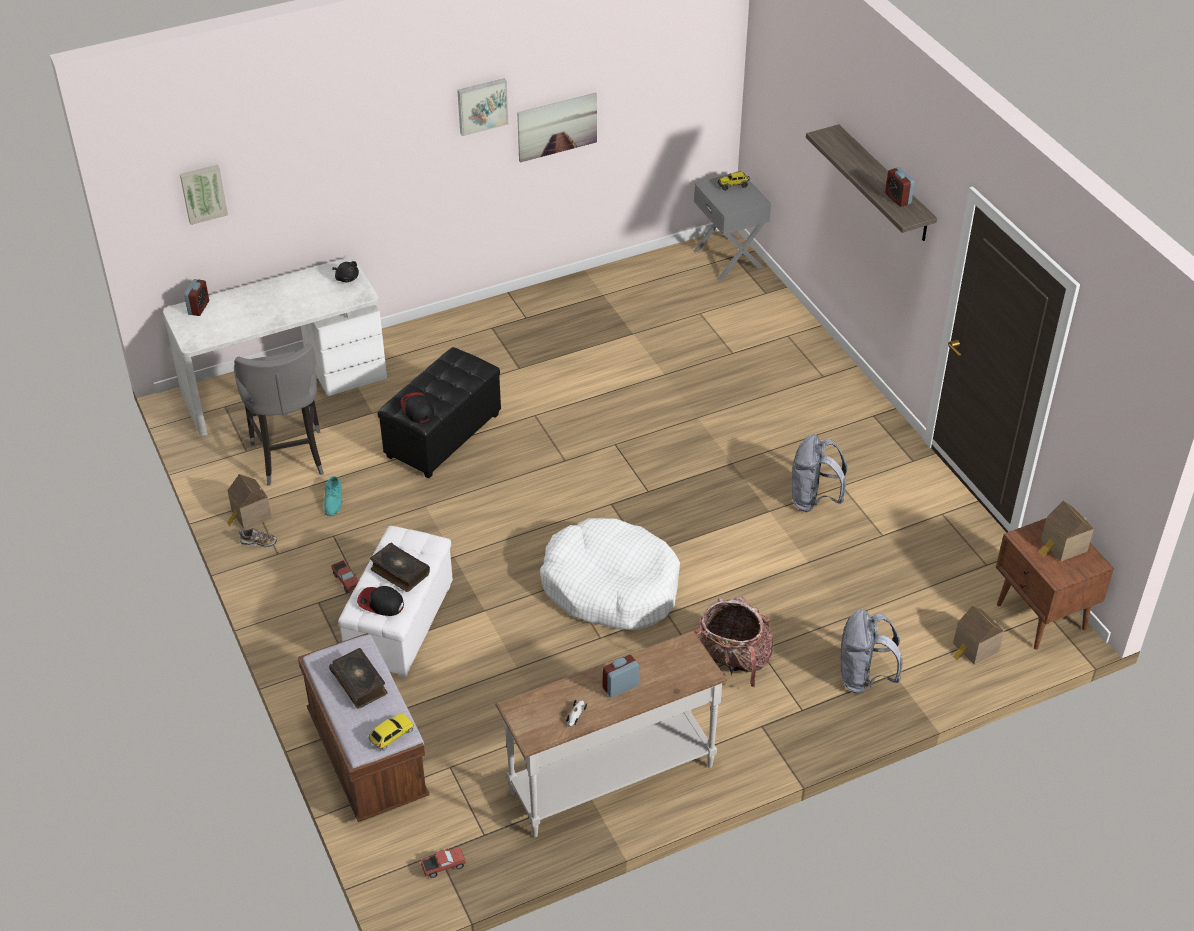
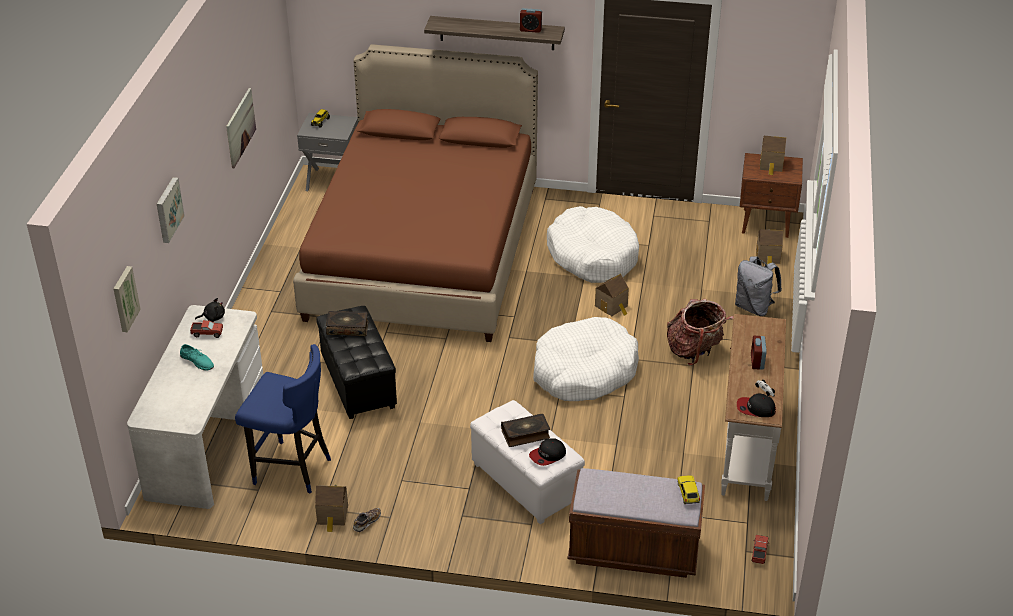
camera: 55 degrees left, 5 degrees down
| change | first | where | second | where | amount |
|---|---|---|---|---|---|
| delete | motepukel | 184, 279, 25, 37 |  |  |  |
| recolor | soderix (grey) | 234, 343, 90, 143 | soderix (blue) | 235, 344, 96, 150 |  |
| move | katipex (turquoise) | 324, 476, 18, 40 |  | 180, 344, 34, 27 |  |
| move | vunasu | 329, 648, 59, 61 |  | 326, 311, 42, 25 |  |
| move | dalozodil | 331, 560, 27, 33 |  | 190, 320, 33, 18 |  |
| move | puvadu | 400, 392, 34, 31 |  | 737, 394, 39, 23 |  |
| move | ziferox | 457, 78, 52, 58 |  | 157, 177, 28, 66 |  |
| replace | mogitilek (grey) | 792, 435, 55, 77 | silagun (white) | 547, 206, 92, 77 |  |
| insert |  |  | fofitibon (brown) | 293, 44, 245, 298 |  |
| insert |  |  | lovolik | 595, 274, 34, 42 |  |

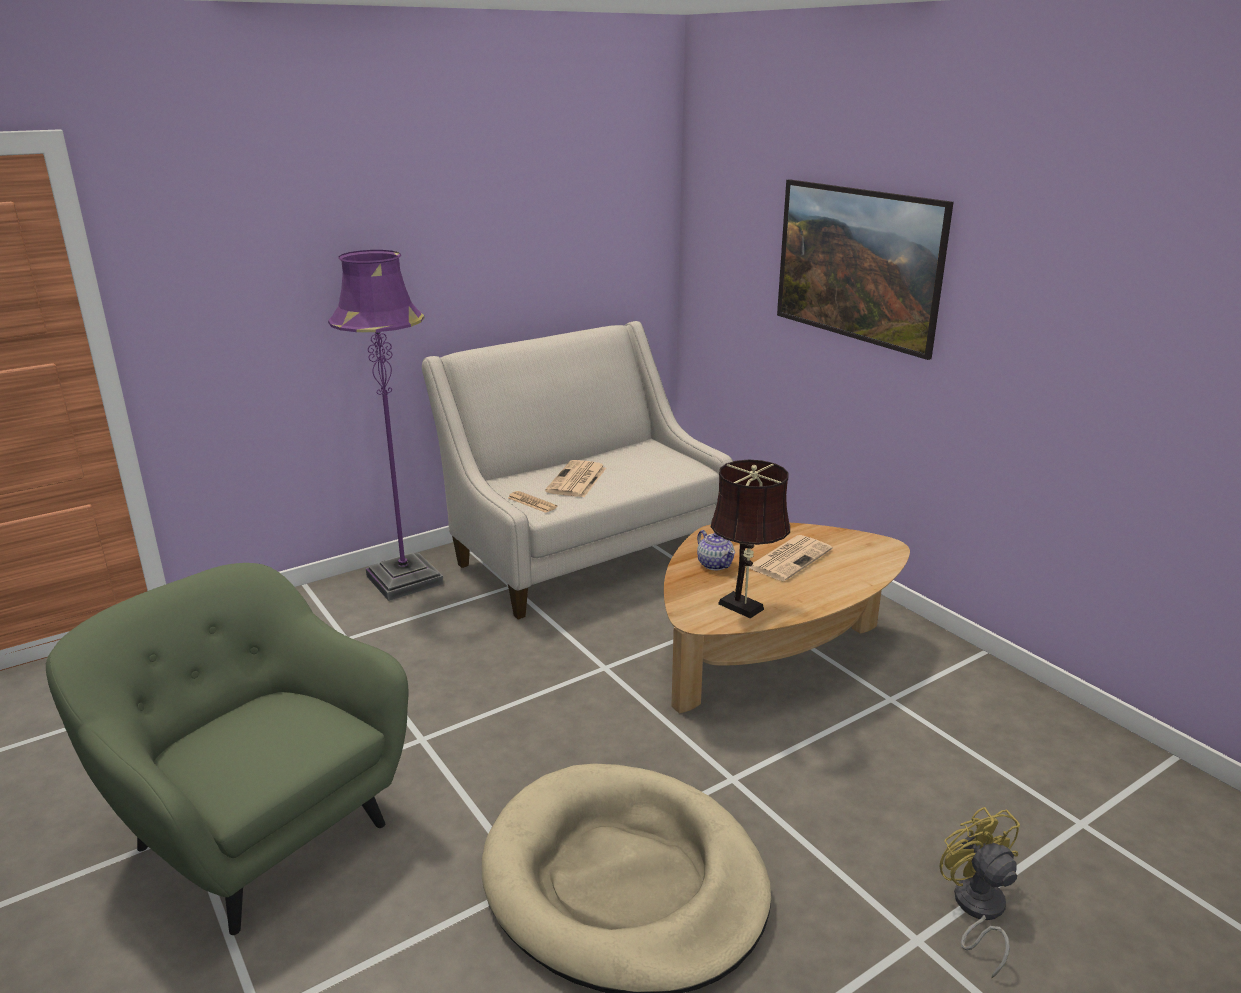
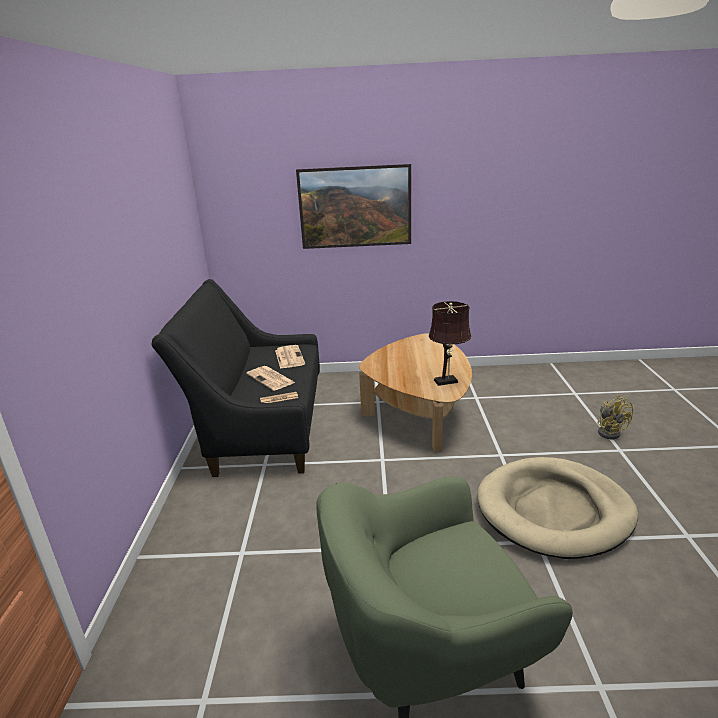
camera: 55 degrees left, 0 degrees up
| change | first | where | second | where | amount |
|---|---|---|---|---|---|
| delete | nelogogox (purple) | 328, 250, 116, 351 |  |  |  |
| recolor | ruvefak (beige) | 422, 321, 311, 299 | ruvefak (black) | 151, 279, 169, 198 |  |
| delete | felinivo | 697, 530, 38, 40 |  |  |  |
| move | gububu | 749, 535, 84, 46 |  | 275, 345, 30, 24 |  |
| rotate | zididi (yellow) | 939, 807, 81, 171 |  | 598, 395, 36, 44 | 120 degrees counterclockwise |

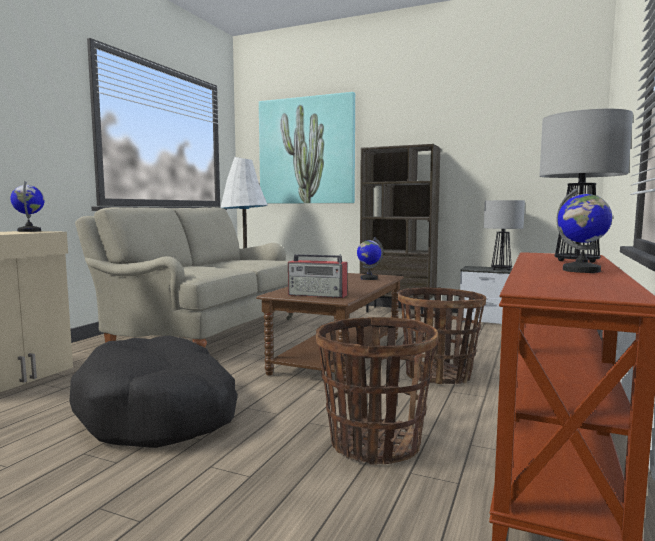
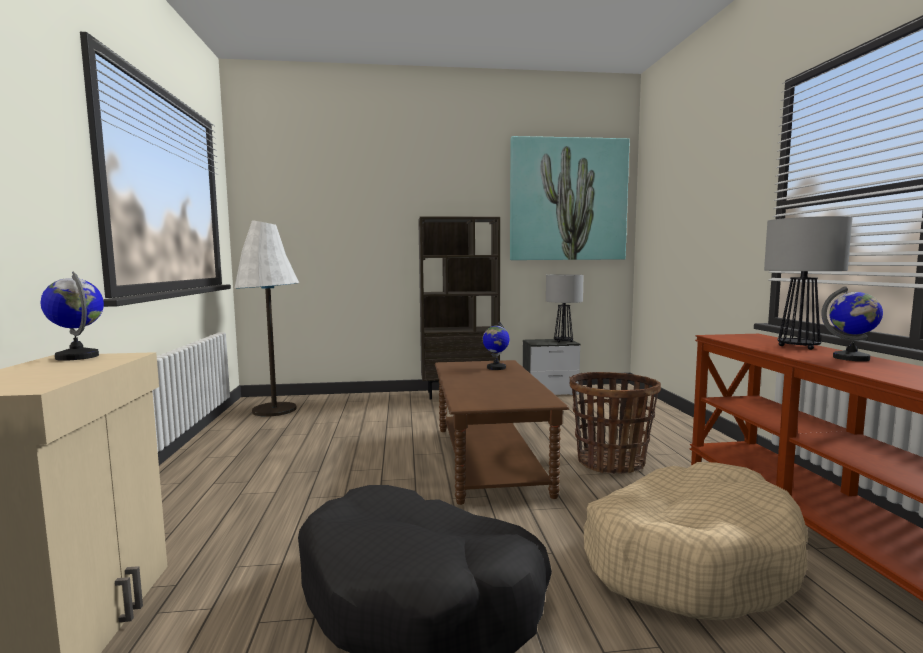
camera: 30 degrees left, 0 degrees up
| change | first | where | second | where | amount |
|---|---|---|---|---|---|
| delete | ruvefak (beige) | 75, 207, 219, 141 |  |  |  |
| move | ziferox | 259, 92, 96, 112 |  | 510, 136, 120, 124 |  |
| delete | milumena | 288, 254, 59, 44 |  |  |  |
| replace | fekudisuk | 316, 317, 123, 147 | silagun (beige) | 584, 462, 224, 158 |  |

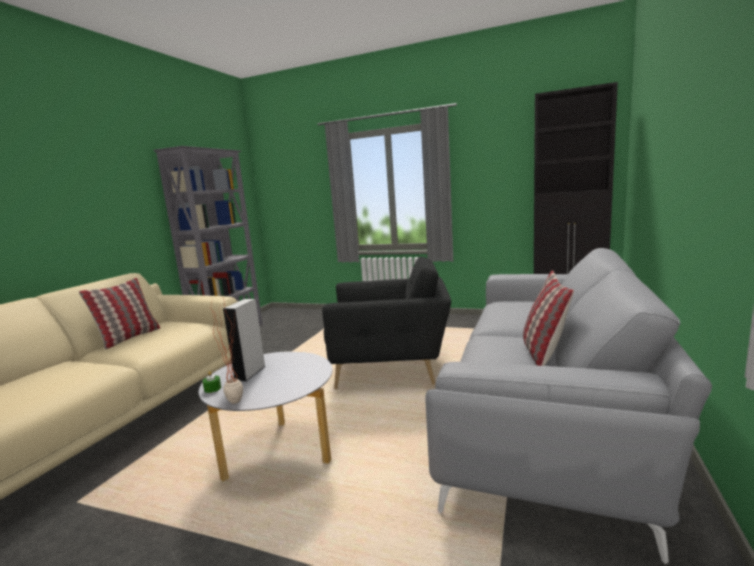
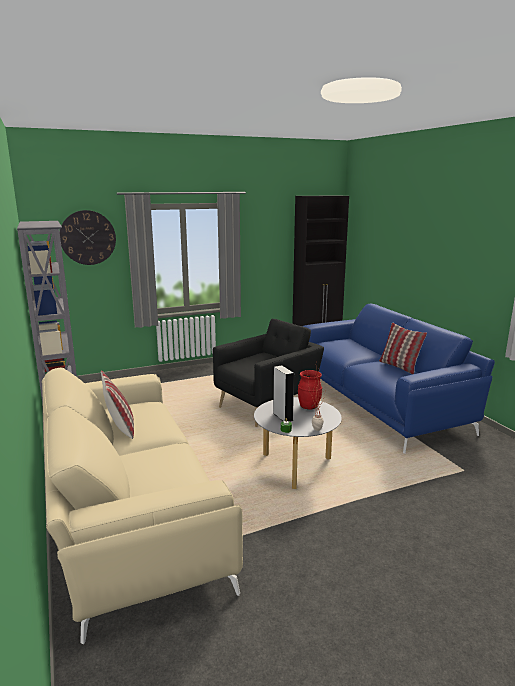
camera: 45 degrees left, 5 degrees up
| change | first | where | second | where | amount |
|---|---|---|---|---|---|
| recolor | ruvefak (grey) | 425, 248, 287, 316 | ruvefak (blue) | 303, 304, 192, 149 |  |
| insert |  |  | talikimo | 60, 210, 56, 55 |  |
| insert |  |  | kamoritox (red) | 298, 370, 24, 40 |  |

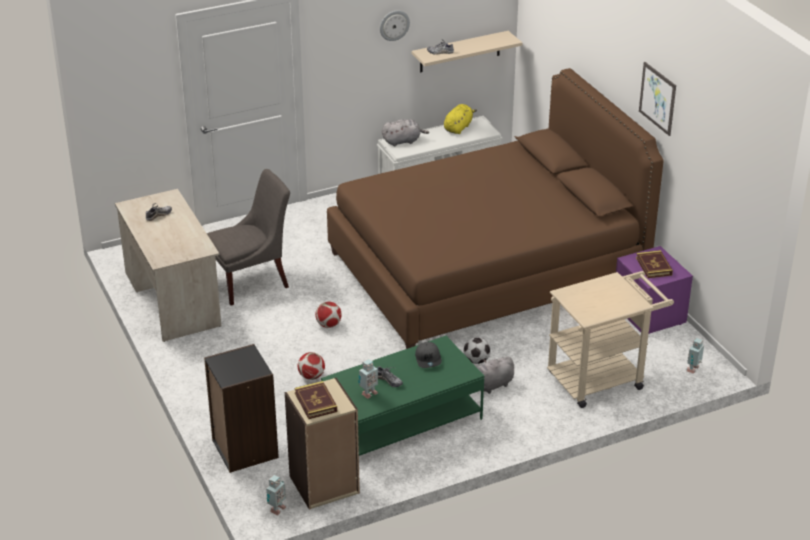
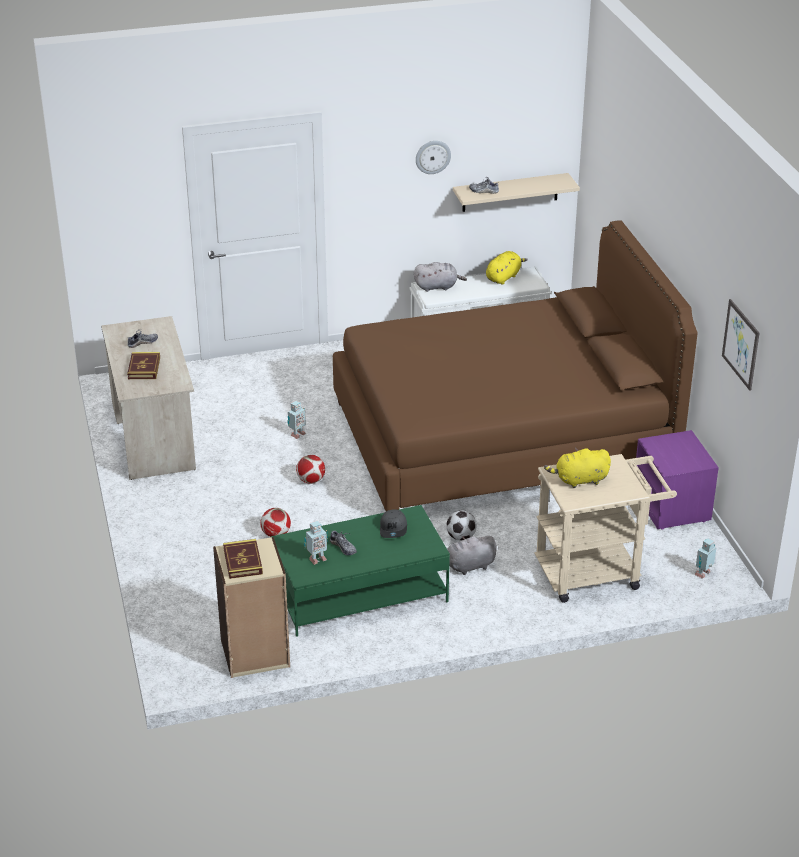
camera: 10 degrees right, 0 degrees up
| change | first | where | second | where | amount |
|---|---|---|---|---|---|
| delete | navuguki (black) | 204, 344, 75, 129 |  |  |  |
| delete | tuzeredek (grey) | 207, 169, 83, 136 |  |  |  |
| move | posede | 266, 475, 20, 40 |  | 287, 401, 19, 38 |  |
| move | vunasu | 636, 250, 37, 28 |  | 127, 352, 33, 27 |  |
| move | ziferox | 639, 62, 37, 74 |  | 722, 299, 37, 92 |  |
| insert |  |  | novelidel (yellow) | 544, 448, 67, 40 |  |

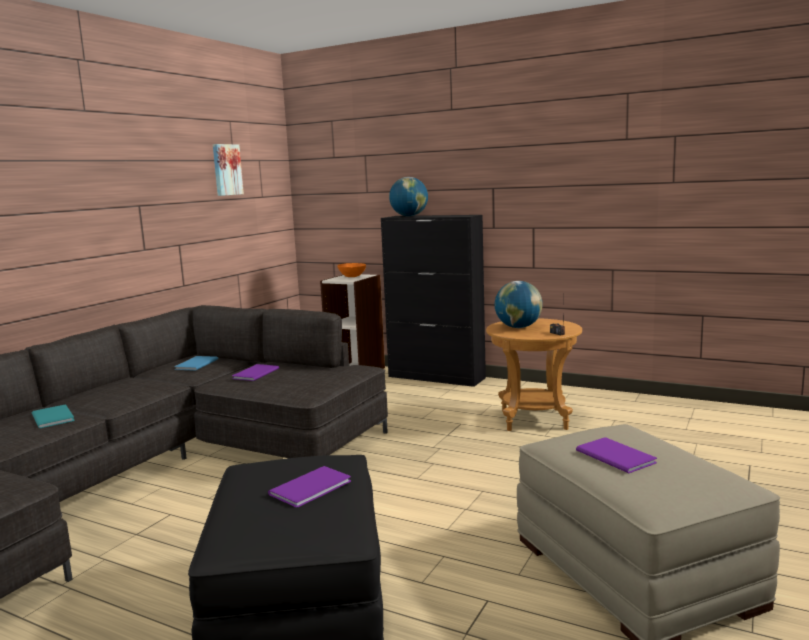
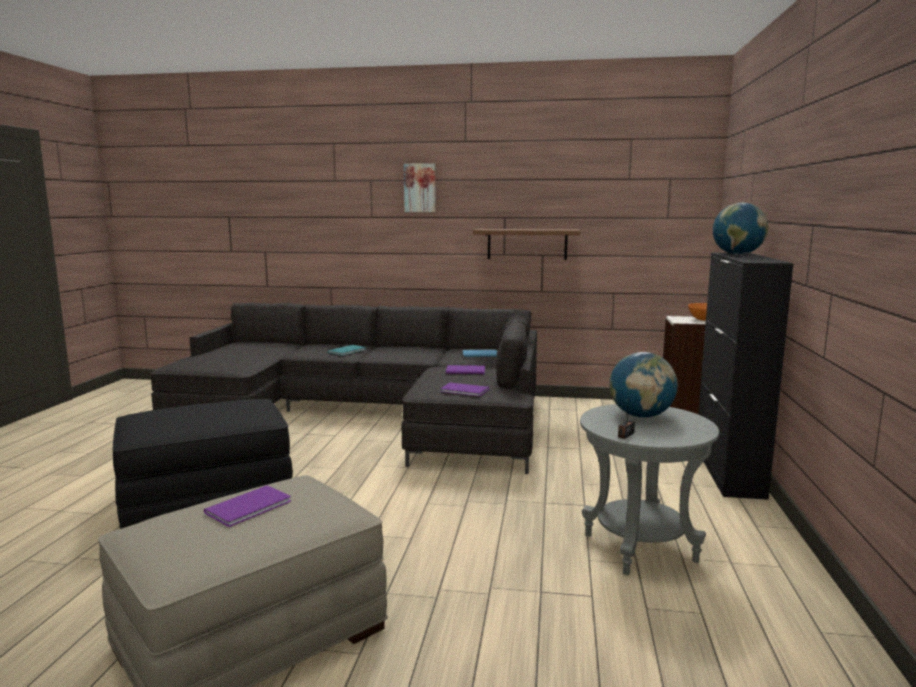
camera: 70 degrees right, 0 degrees up
| change | first | where | second | where | amount |
|---|---|---|---|---|---|
| move | ziferox | 213, 144, 31, 52 |  | 404, 163, 32, 49 |  |
| move | vunasu (purple) | 268, 466, 83, 42 |  | 440, 383, 49, 13 |  |
| recolor | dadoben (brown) | 486, 318, 96, 113 | dadoben (grey) | 580, 404, 139, 171 |  |
| insert |  |  | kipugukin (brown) | 473, 229, 107, 31 |  |

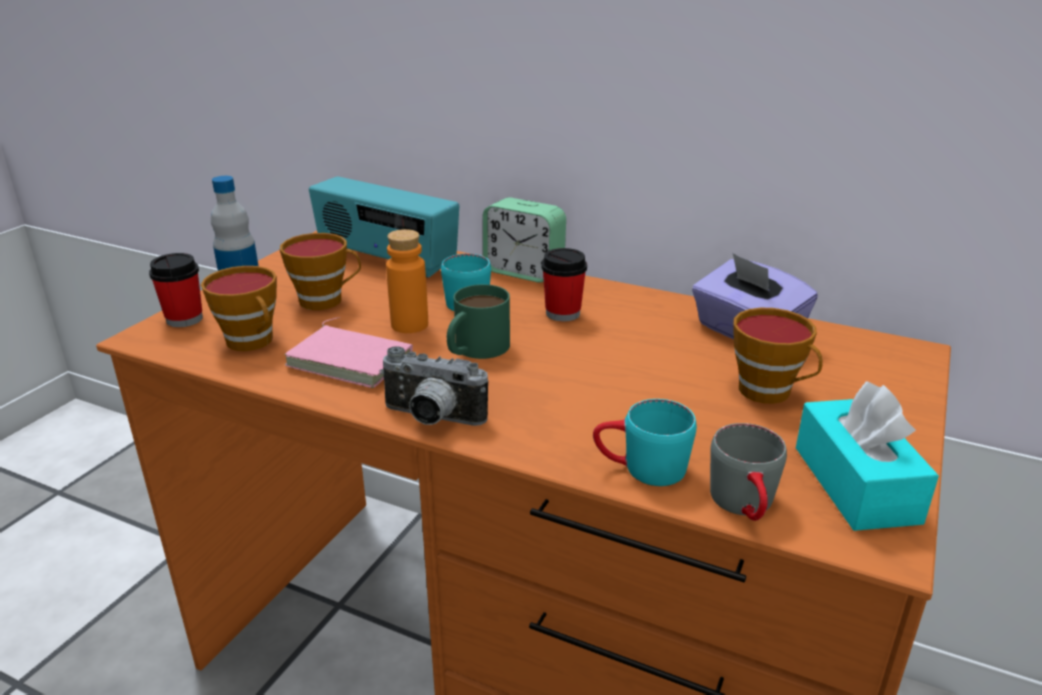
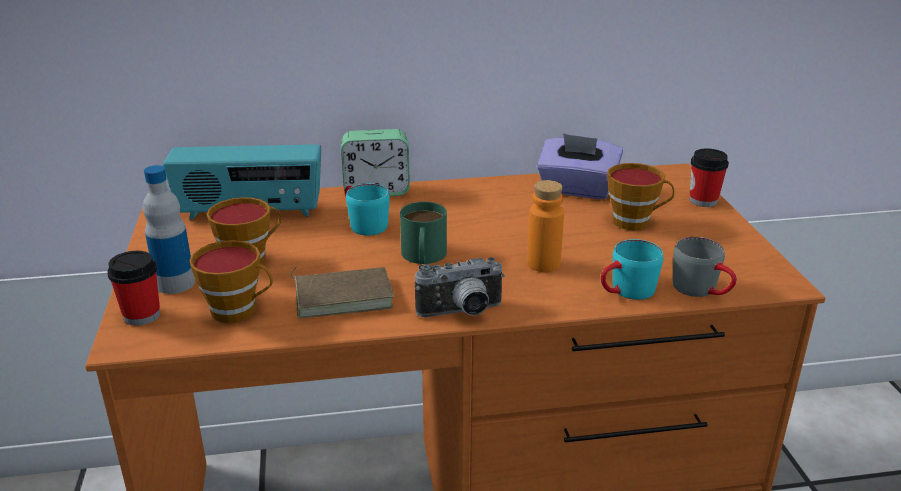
camera: 35 degrees left, 0 degrees up
| change | first | where | second | where | amount |
|---|---|---|---|---|---|
| recolor | vunasu (pink) | 284, 318, 129, 70 | vunasu (brown) | 291, 267, 103, 51 |  |
| move | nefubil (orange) | 386, 229, 42, 104 |  | 527, 180, 37, 92 |  |
| move | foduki | 541, 248, 46, 73 |  | 689, 149, 40, 58 |  |
| delete | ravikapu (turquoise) | 796, 382, 143, 149 |  |  |  |

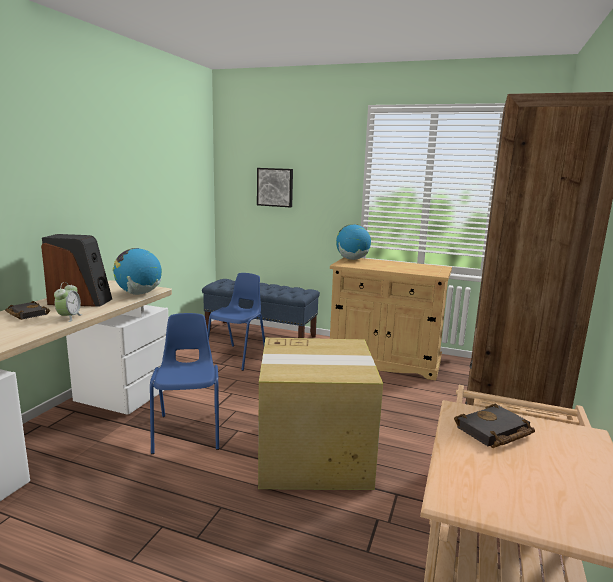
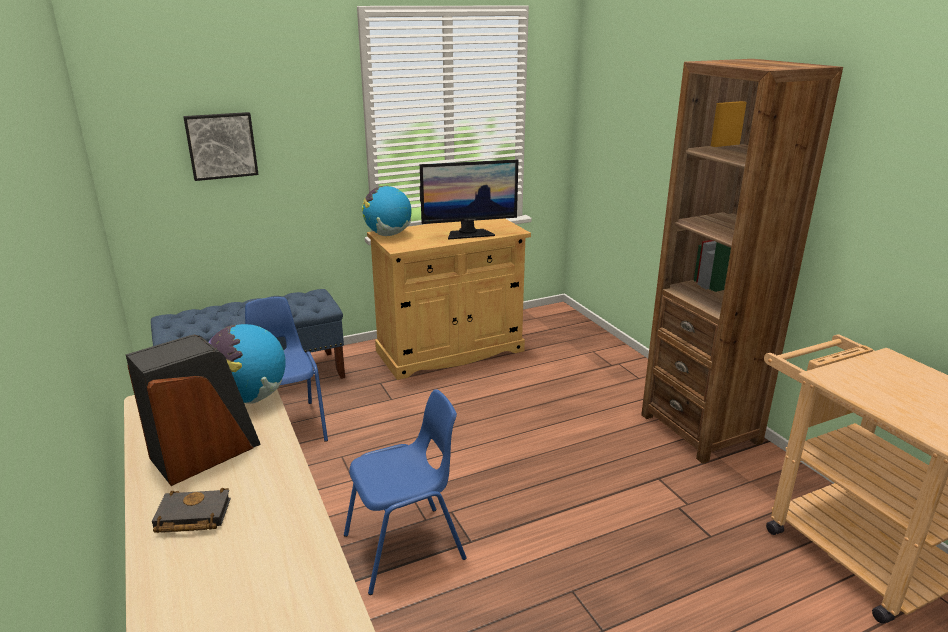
camera: 45 degrees left, 10 degrees up
| change | first | where | second | where | amount |
|---|---|---|---|---|---|
| delete | motepukel | 54, 282, 28, 40 |  |  |  |
| rotate | tuzeredek (blue) | 150, 313, 69, 141 |  | 344, 389, 123, 206 | 120 degrees clockwise |
| delete | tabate | 258, 338, 125, 152 |  |  |  |
| delete | vunasu (black) | 454, 404, 81, 44 |  |  |  |
| insert |  |  | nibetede | 420, 159, 98, 80 |  |

